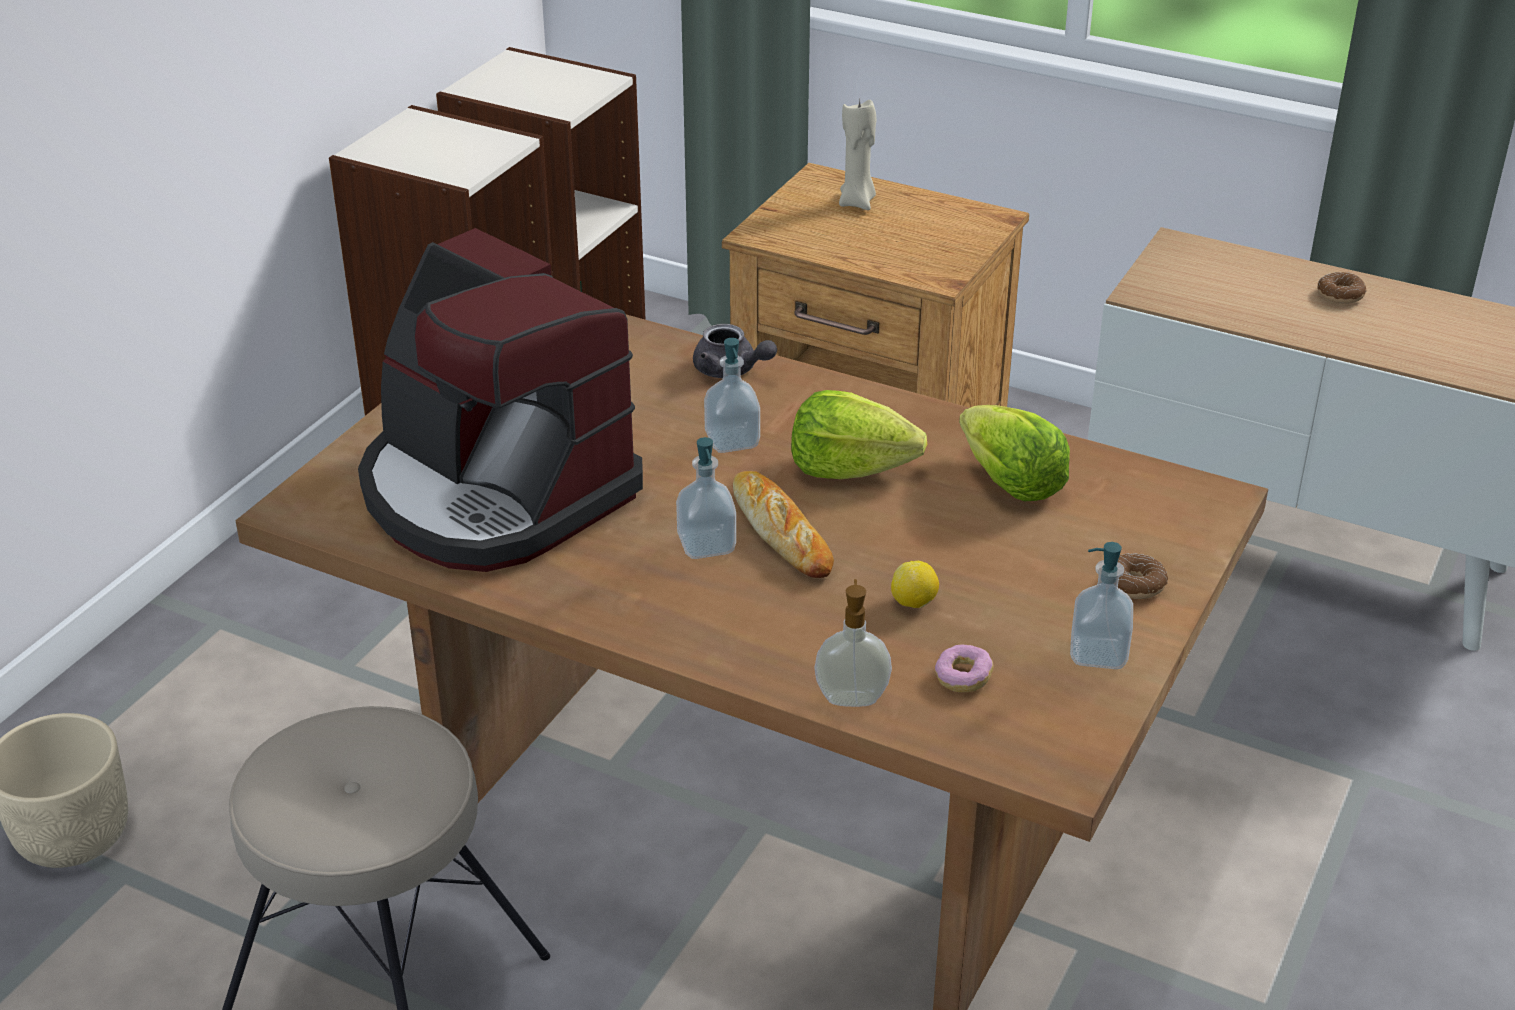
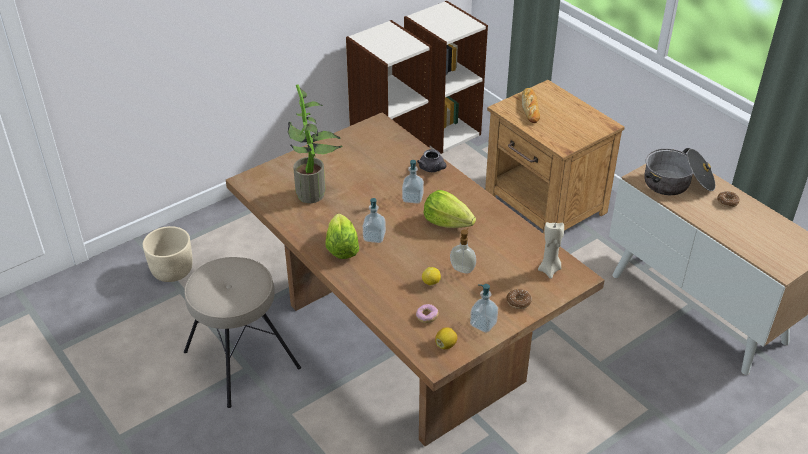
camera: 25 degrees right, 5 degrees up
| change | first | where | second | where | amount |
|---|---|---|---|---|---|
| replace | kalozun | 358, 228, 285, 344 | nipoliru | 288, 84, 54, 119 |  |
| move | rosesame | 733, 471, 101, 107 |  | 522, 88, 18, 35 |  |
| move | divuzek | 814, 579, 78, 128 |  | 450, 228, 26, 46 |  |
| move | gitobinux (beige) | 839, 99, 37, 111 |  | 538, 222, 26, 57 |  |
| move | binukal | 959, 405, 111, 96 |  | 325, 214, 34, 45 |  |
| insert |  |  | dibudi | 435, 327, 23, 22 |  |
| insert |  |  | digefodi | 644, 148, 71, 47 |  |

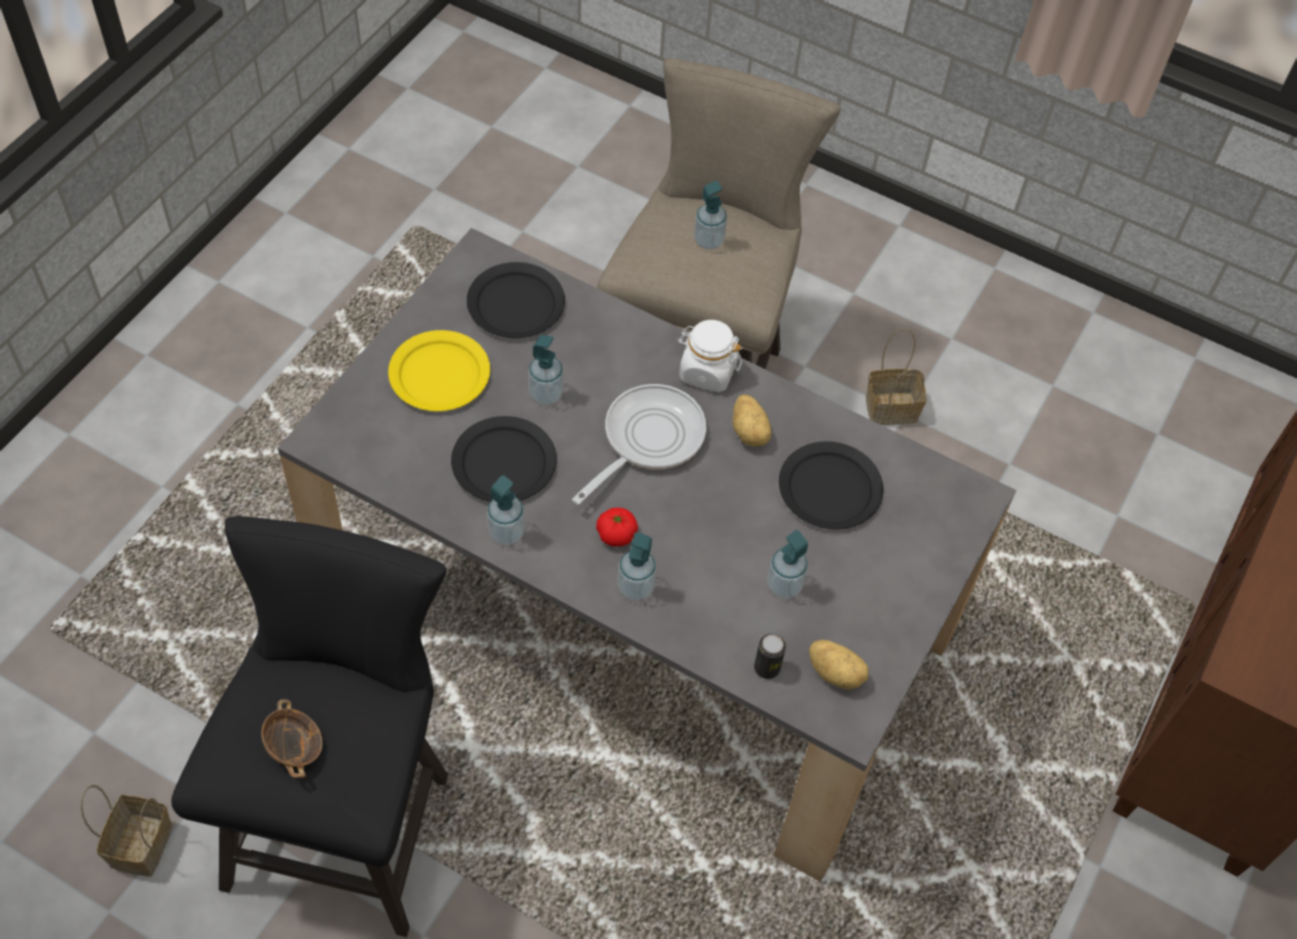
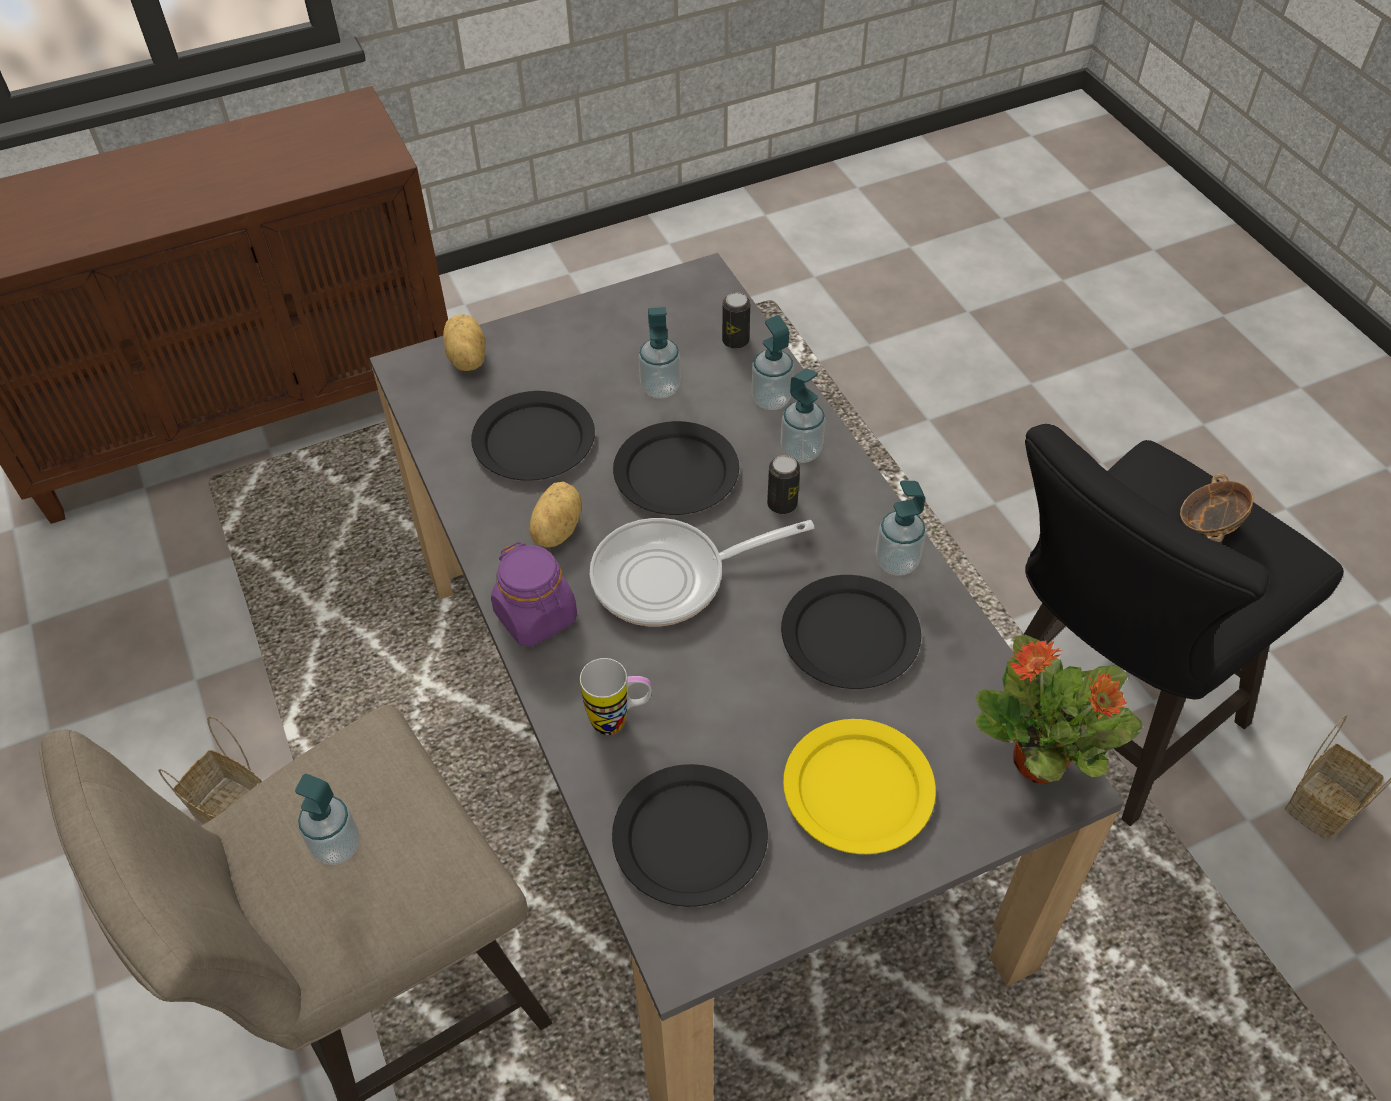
camera: 140 degrees left, 5 degrees down
| change | first | where | second | where | amount |
|---|---|---|---|---|---|
| move | divuzek | 528, 335, 36, 70 |  | 752, 315, 42, 95 |  |
| replace | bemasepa | 596, 508, 42, 39 | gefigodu | 767, 455, 33, 59 |  |
| recolor | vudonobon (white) | 678, 320, 64, 72 | vudonobon (purple) | 491, 542, 86, 105 |  |
| move | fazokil | 809, 640, 59, 50 |  | 443, 314, 43, 57 |  |
| insert |  |  | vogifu | 580, 658, 72, 77 |  |
| insert |  |  | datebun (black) | 613, 421, 126, 94 |  |
| insert |  |  | nipoliru | 974, 635, 168, 149 |  |

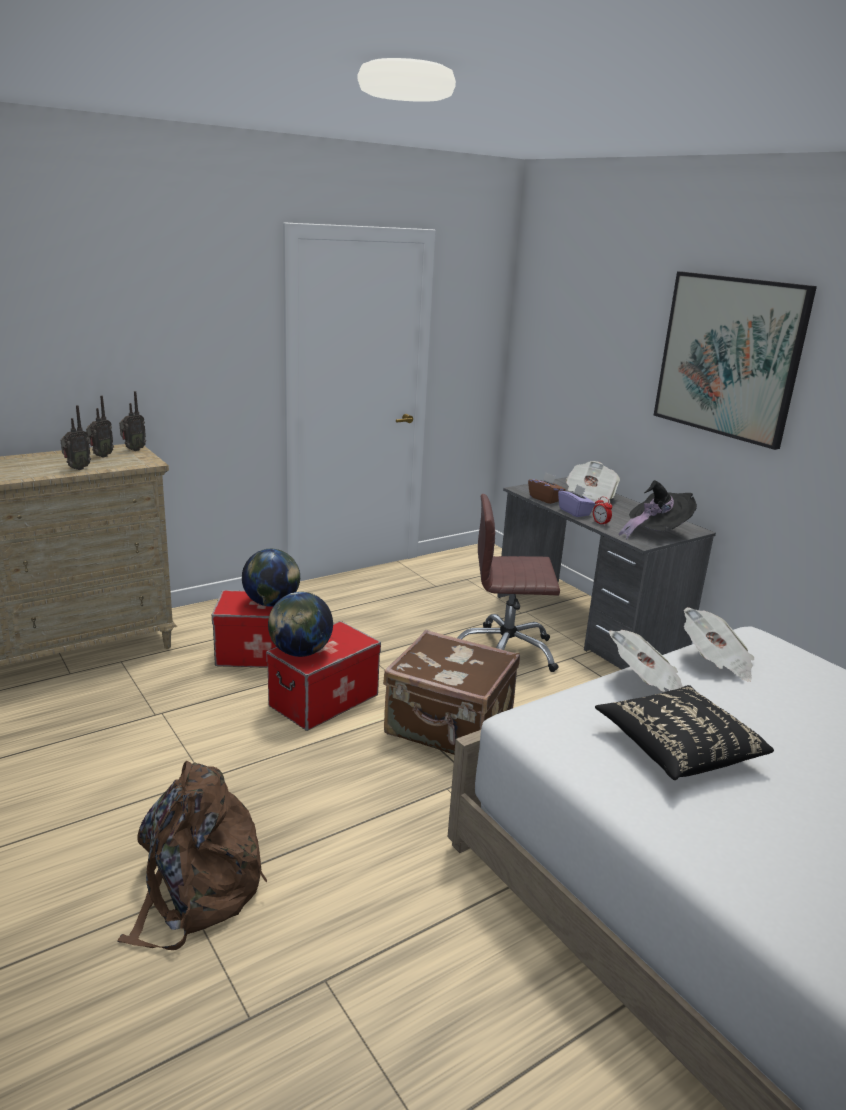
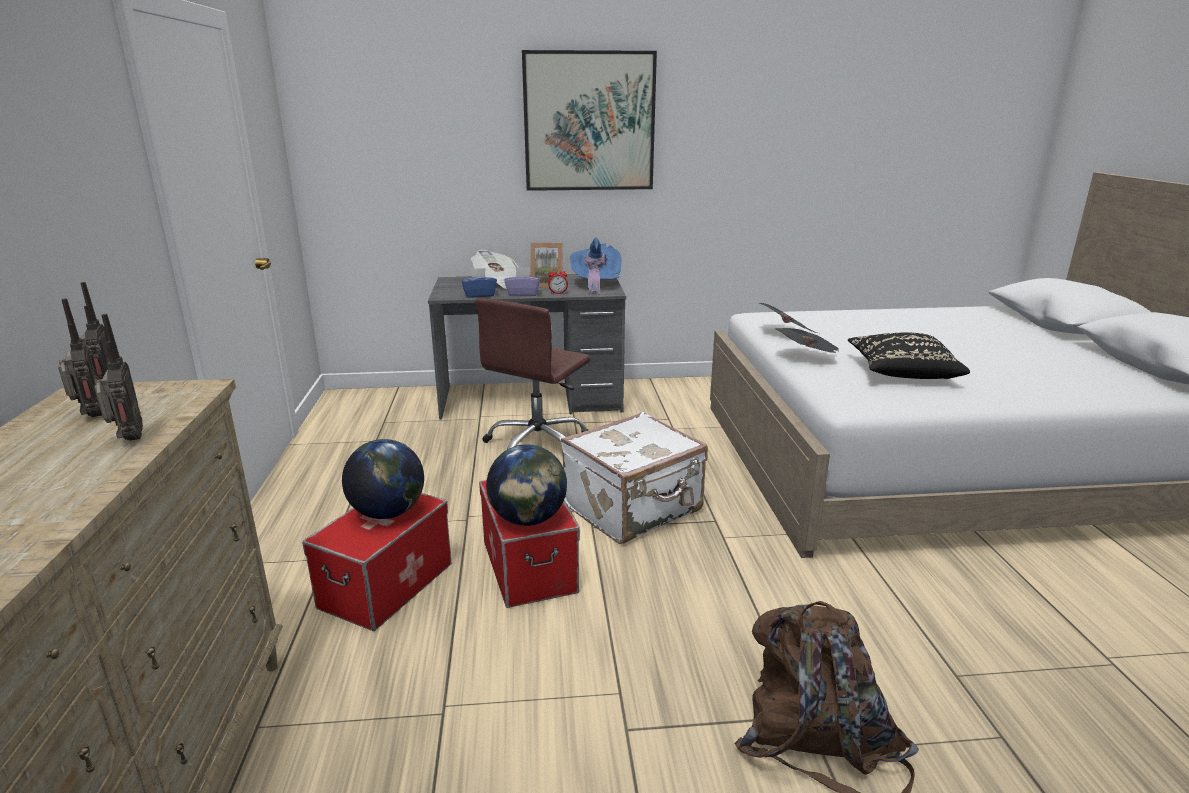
camera: 60 degrees left, 0 degrees up
| change | first | where | second | where | amount |
|---|---|---|---|---|---|
| recolor | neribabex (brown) | 383, 630, 137, 124 | neribabex (white) | 561, 412, 147, 132 |  |
| recolor | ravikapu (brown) | 528, 473, 38, 31 | ravikapu (blue) | 461, 268, 36, 30 |  |
| recolor | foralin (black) | 618, 480, 79, 59 | foralin (blue) | 570, 237, 52, 58 |  |
| insert |  |  | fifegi | 530, 243, 33, 45 |  |

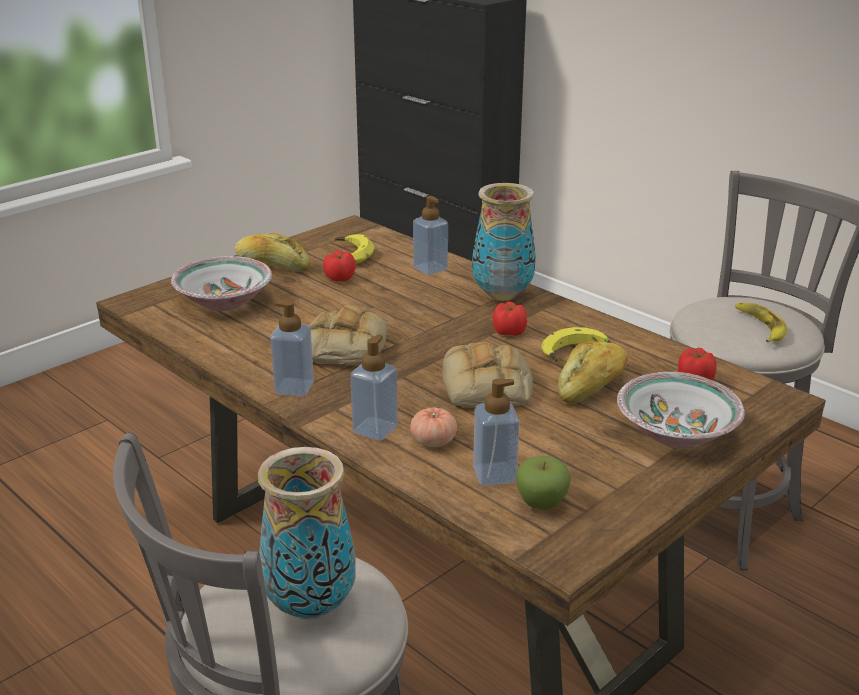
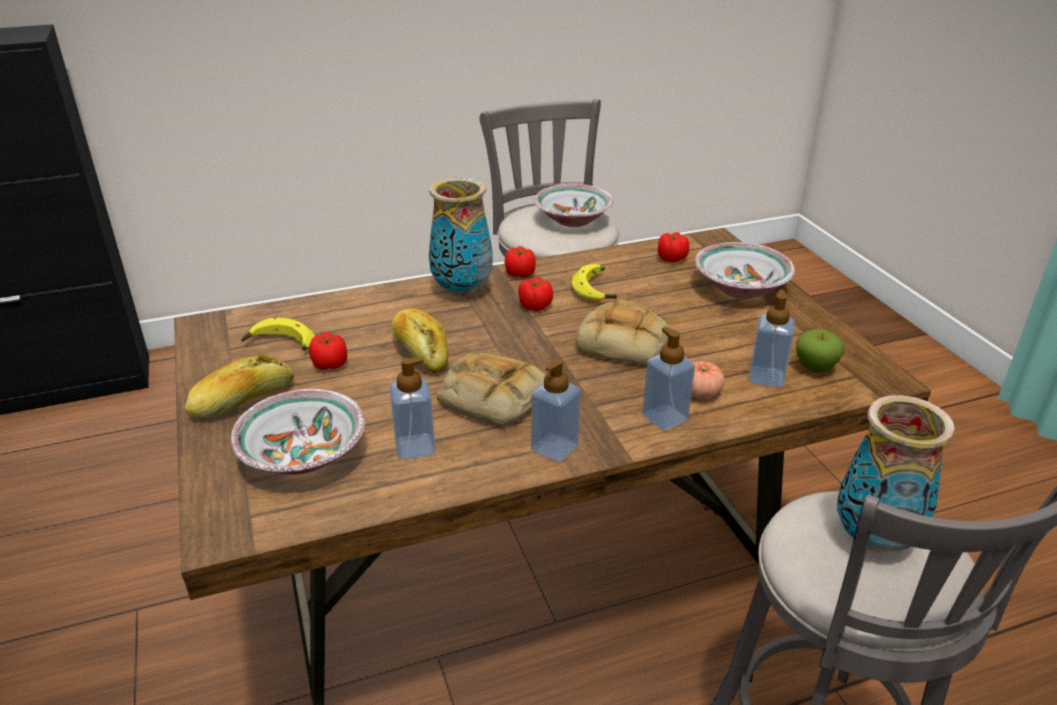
camera: 65 degrees left, 5 degrees up
| change | first | where | second | where | amount |
|---|---|---|---|---|---|
| move | divuzek | 413, 196, 35, 79 |  | 389, 358, 46, 102 |  |
| move | rosesame | 558, 341, 70, 63 |  | 391, 309, 57, 64 |  |
| replace | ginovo | 735, 303, 52, 39 | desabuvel | 534, 184, 79, 43 |  |
| insert |  |  | bemasepa | 505, 246, 31, 32 |  |

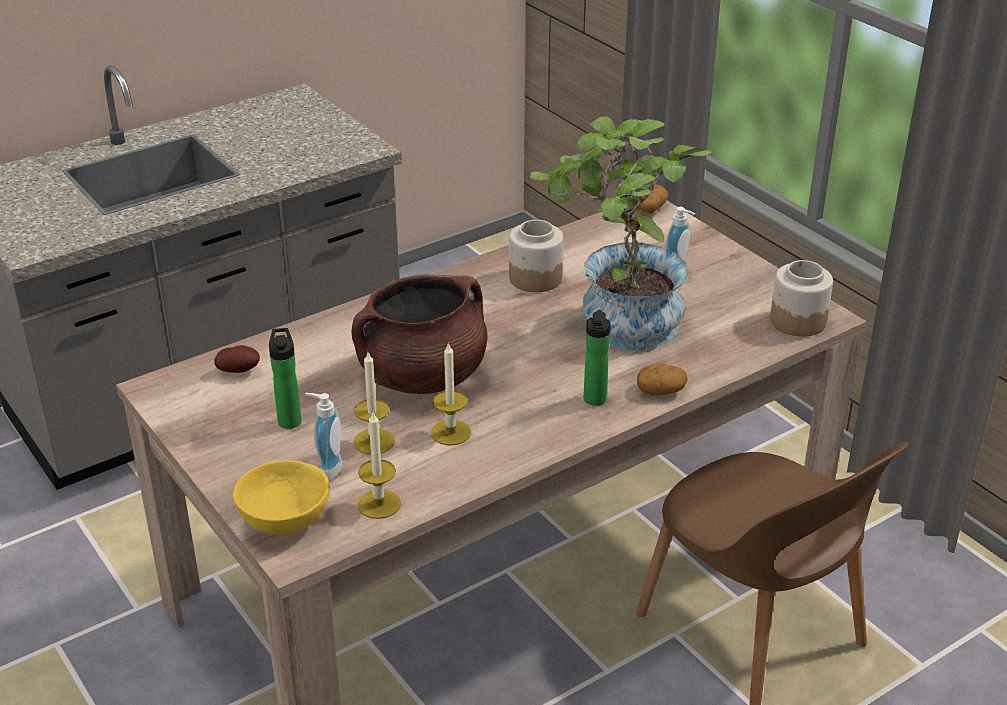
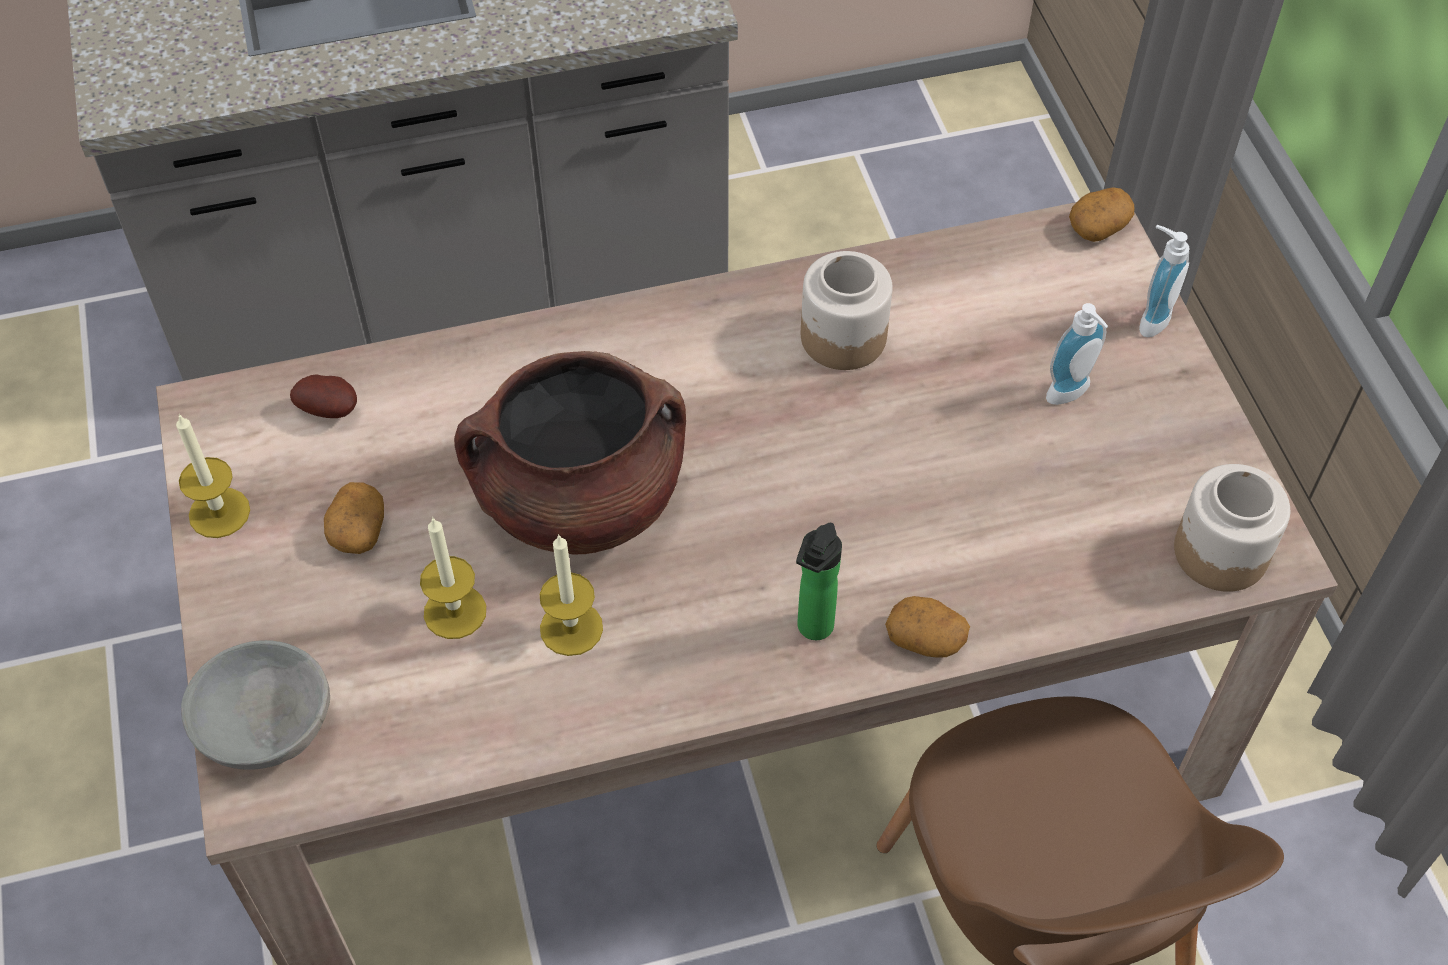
camera: 20 degrees right, 20 degrees up
| change | first | where | second | where | amount |
|---|---|---|---|---|---|
| recolor | desabuvel (yellow) | 233, 460, 97, 75 | desabuvel (grey) | 181, 640, 149, 130 |  |
| replace | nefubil | 269, 328, 32, 101 | fazokil | 324, 482, 60, 72 |  |
| move | divuzek | 305, 393, 37, 88 |  | 1139, 225, 51, 112 |  |
| move | gitobinux | 357, 412, 44, 107 |  | 176, 414, 74, 124 |  |
| delete | nipoliru | 530, 116, 182, 234 |  |  |  |

